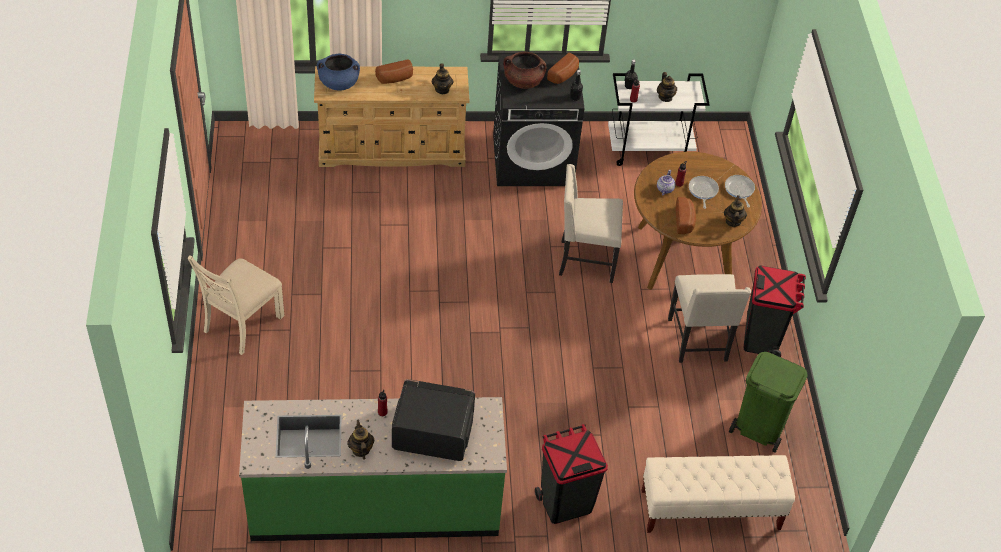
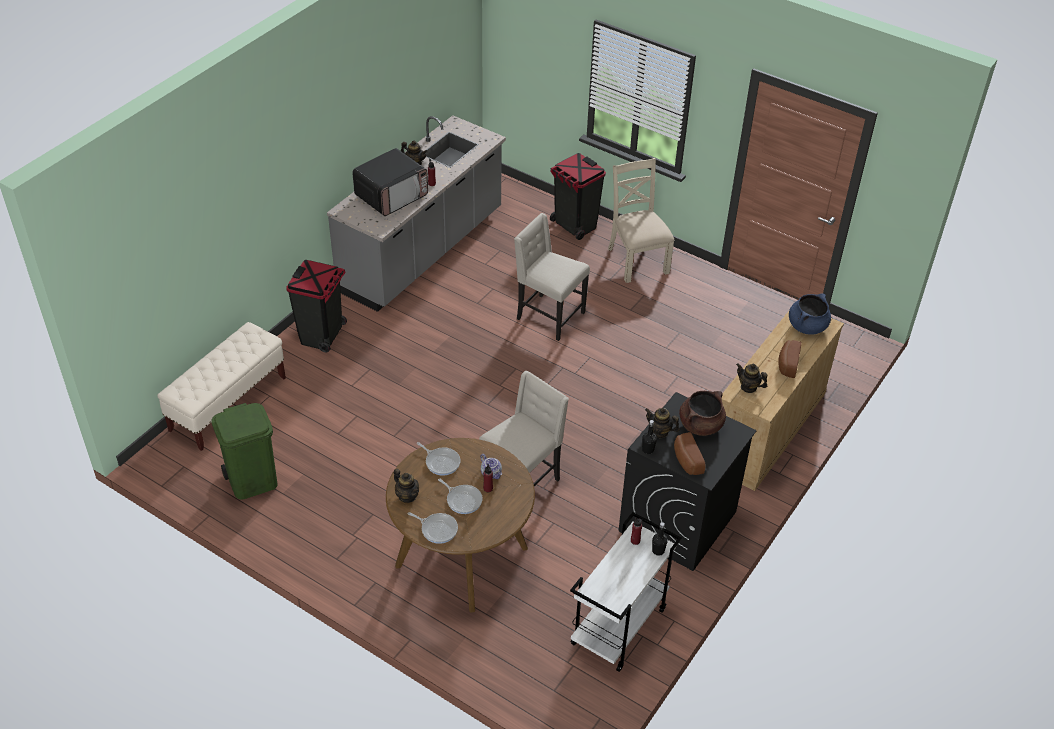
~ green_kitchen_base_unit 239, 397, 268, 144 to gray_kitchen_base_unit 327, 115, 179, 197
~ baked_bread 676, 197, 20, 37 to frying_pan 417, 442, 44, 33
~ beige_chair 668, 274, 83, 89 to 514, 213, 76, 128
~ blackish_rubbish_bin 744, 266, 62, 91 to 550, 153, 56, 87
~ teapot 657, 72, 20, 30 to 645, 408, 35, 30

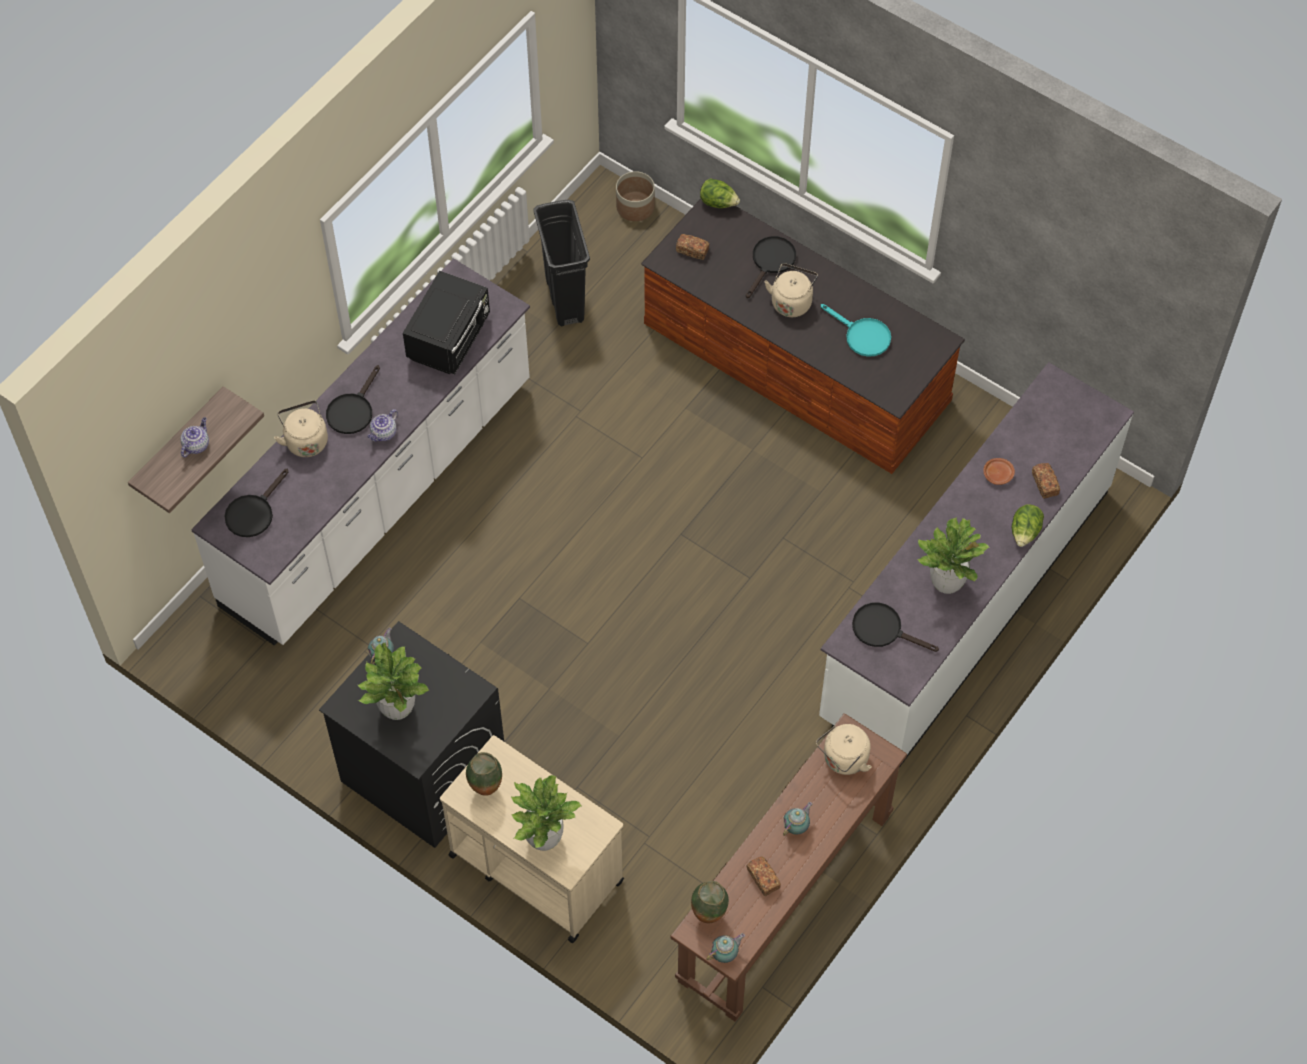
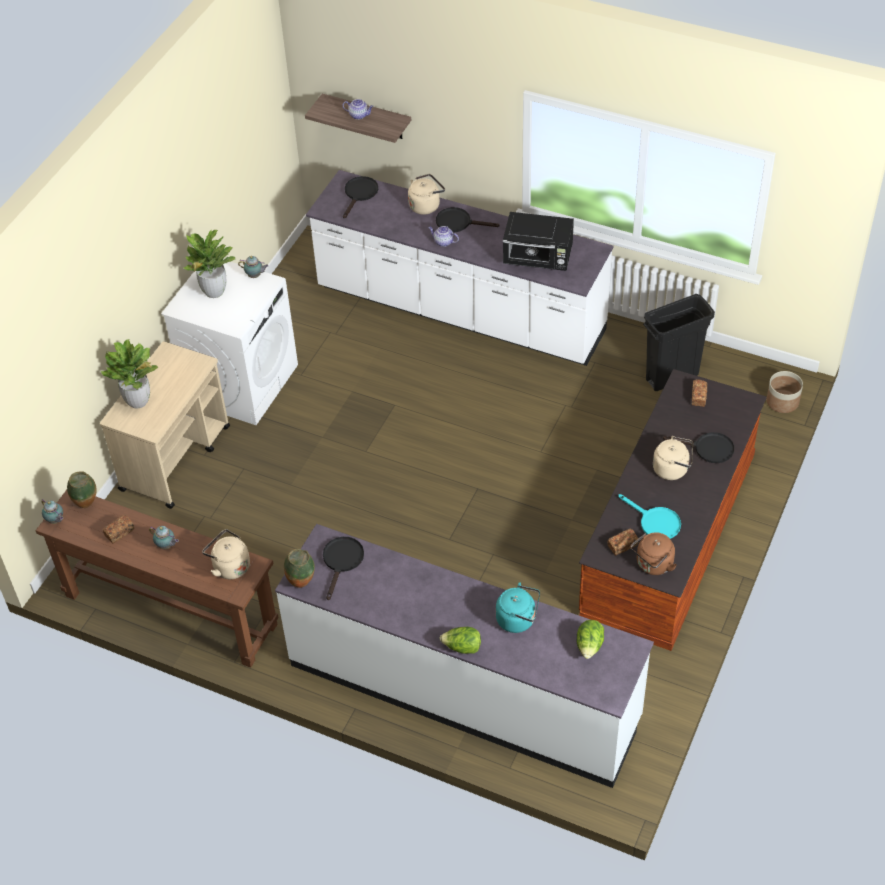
~ blackish_laundry_machine 319, 621, 185, 227 to white_laundry_machine 161, 259, 137, 166
~ decorative_vase 466, 752, 36, 44 to 284, 549, 31, 39
~ blackish_frying_pan 224, 469, 65, 68 = 343, 176, 35, 42 90 degrees clockwise
~ brownish_dinner_plate 984, 458, 31, 27 to turquoise_kettle 496, 583, 44, 50
~ lettuce_head 700, 178, 40, 30 to 576, 620, 28, 39
~ baked_bread 1032, 463, 28, 36 to 607, 529, 32, 27
~ turquoise_frying_pan 821, 304, 70, 53 = 618, 494, 63, 45 75 degrees counterclockwise
+ brownish_kettle 631, 532, 46, 43
- plant_in_a_pot 917, 517, 73, 77

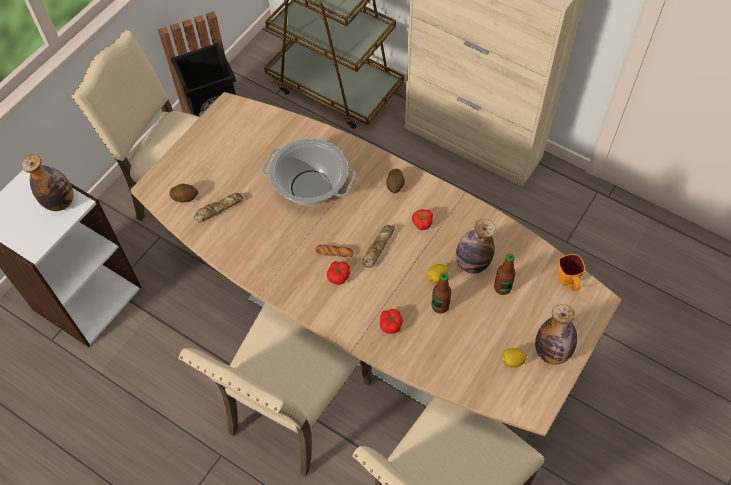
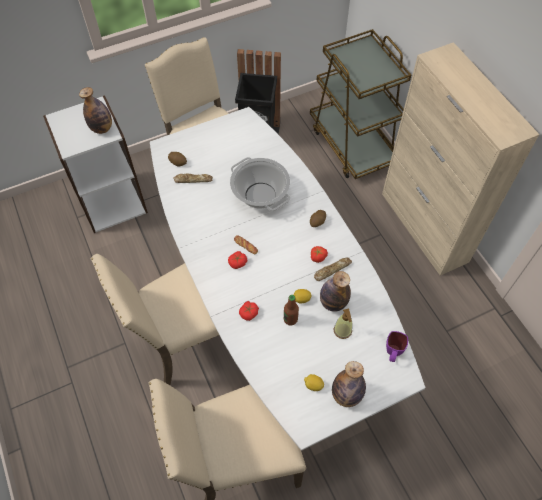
~ brownish_dinner_table 131, 92, 491, 344 to white_dinner_table 150, 107, 276, 344
~ baked_bread 362, 225, 33, 43 to 314, 258, 38, 23
~ bottle 494, 254, 22, 41 to liquid_soap_bottle 334, 308, 19, 31
~ orange_mug 558, 254, 27, 37 to purple_mug 386, 331, 22, 31

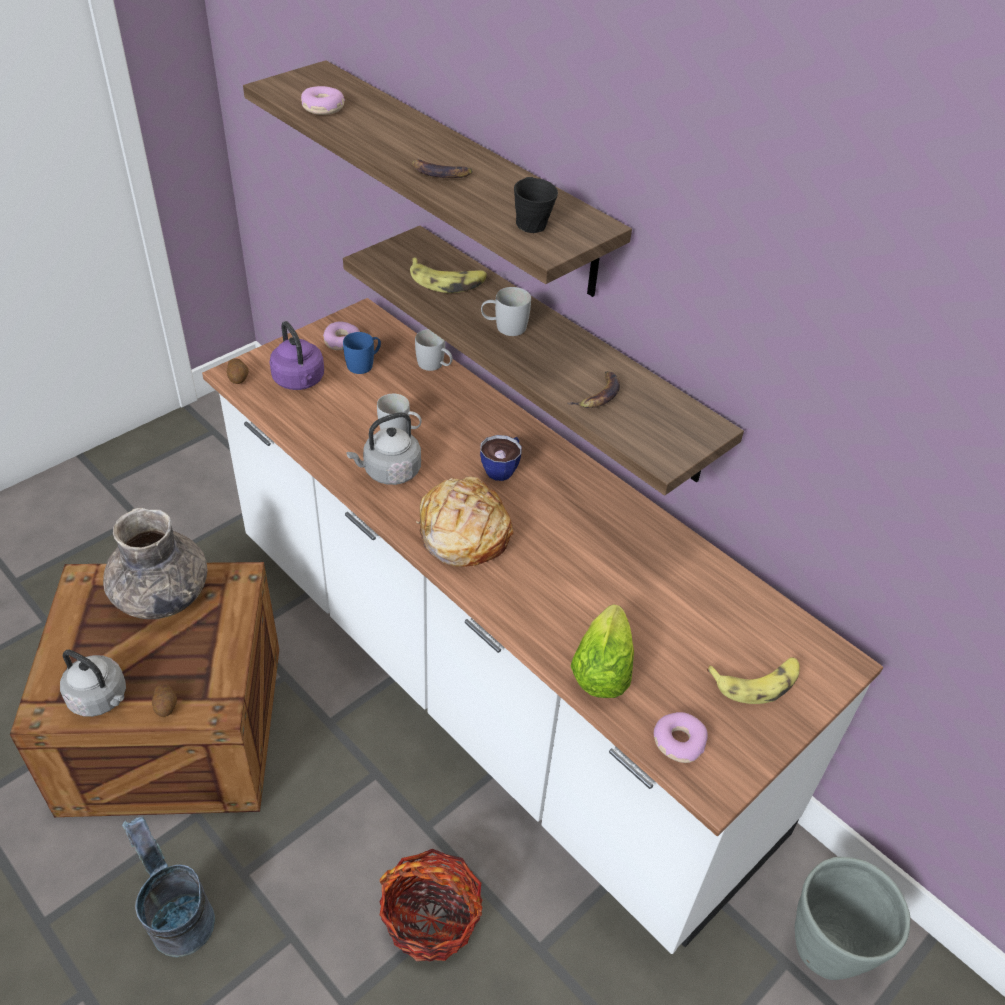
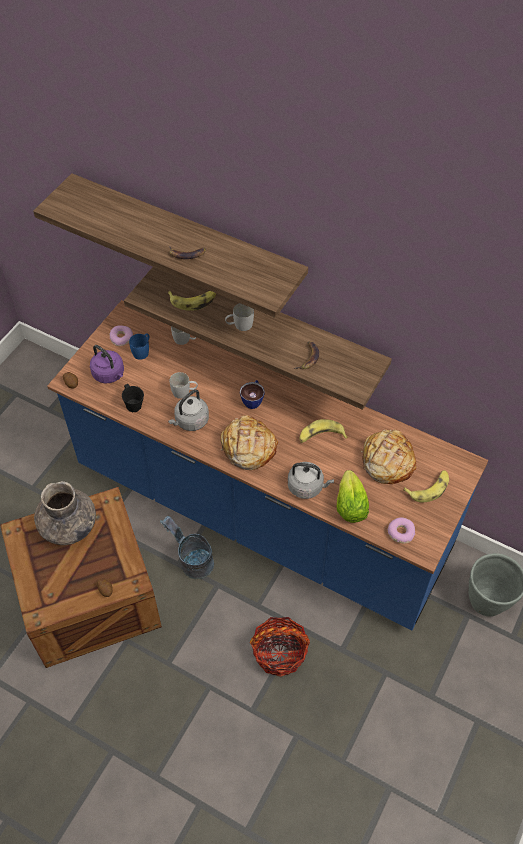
~ white_kitchen_base_unit 202, 298, 681, 656 to blue-coloured_kitchen_base_unit 47, 300, 441, 330
~ blackish_mug 514, 177, 44, 56 to 122, 384, 22, 28
~ gray_bucket 122, 816, 93, 141 to 160, 516, 54, 63
~ gray_kettle 60, 650, 66, 67 to 288, 462, 46, 37
+ whole_banana 299, 419, 49, 24
+ baked_bread 361, 429, 55, 55
- doughnut 301, 86, 44, 29

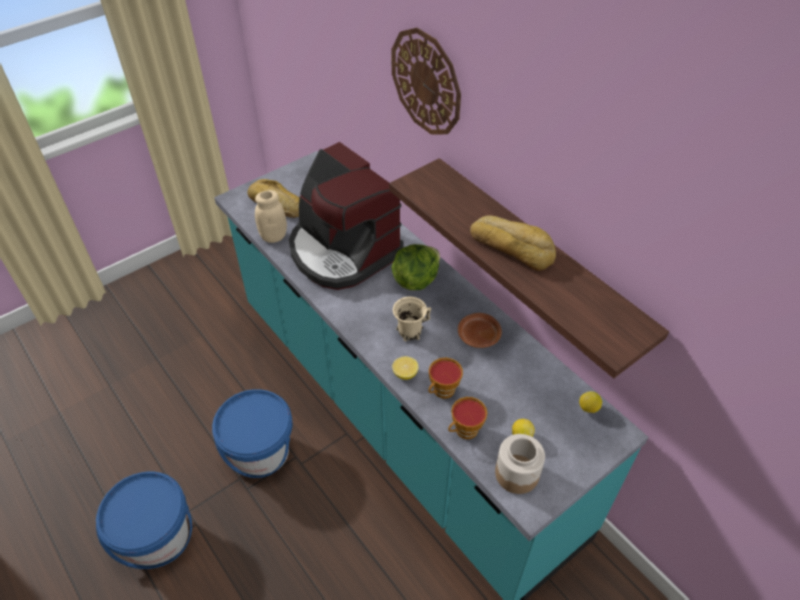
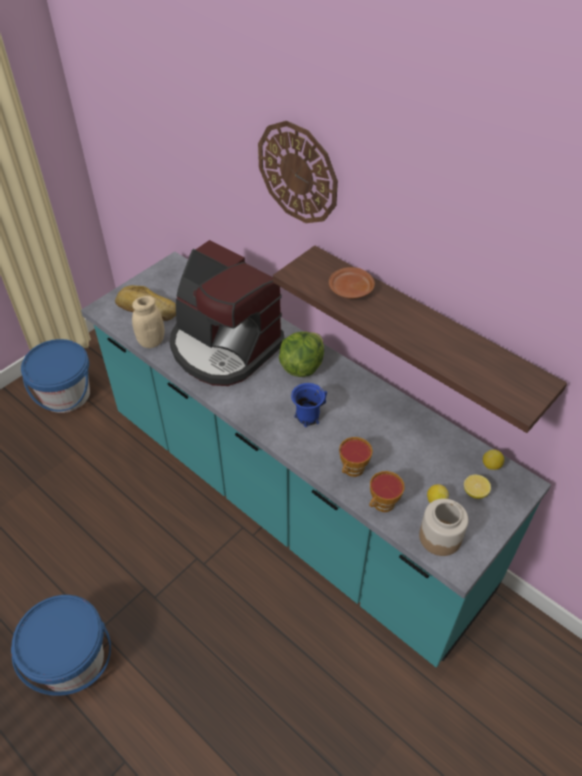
~ blue-coloured_bucket 212, 389, 81, 89 to 21, 339, 69, 74
~ beige_mug 393, 297, 38, 44 to blue-coloured_mug 291, 383, 36, 44
~ brownish_dinner_plate 458, 313, 44, 35 to 329, 267, 46, 32
~ whole_lemon 392, 356, 27, 24 to 464, 475, 27, 24
- baked_bread 470, 215, 86, 56

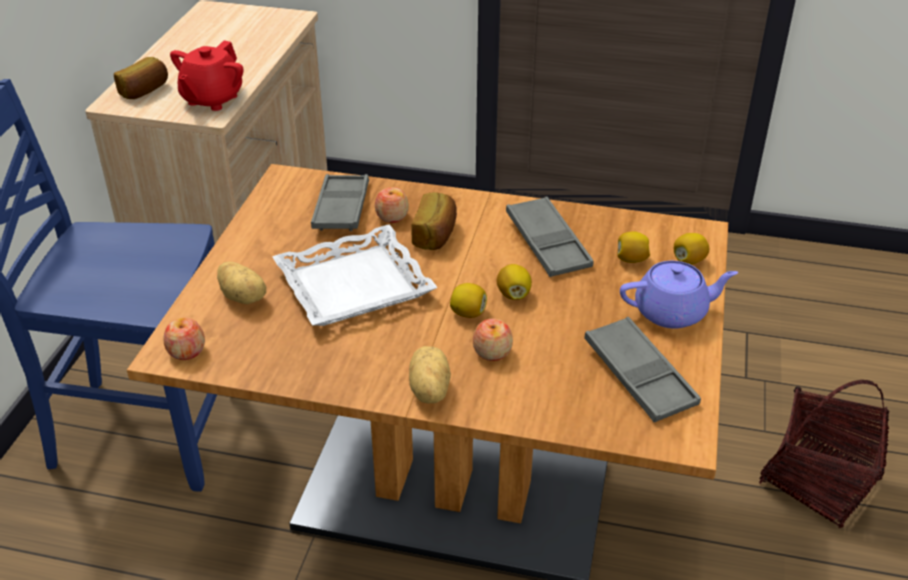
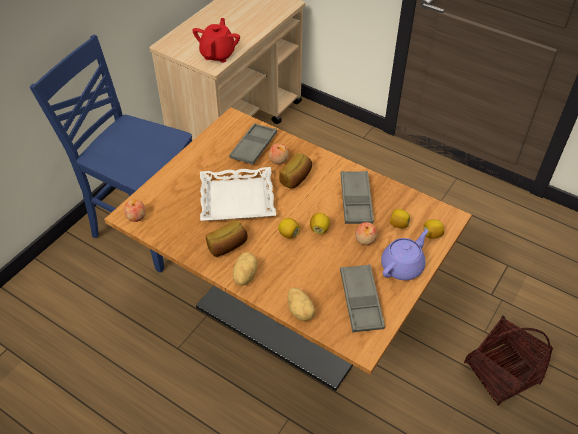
~ red_teapot 170, 40, 73, 71 = 192, 18, 48, 45 150 degrees clockwise
~ baked_bread 114, 57, 54, 42 to 206, 220, 42, 37
~ spud 217, 262, 49, 42 to 288, 287, 27, 34
~ apple 473, 319, 40, 42 to 355, 222, 22, 23
~ purple_teapot 620, 261, 118, 68 = 381, 229, 47, 51 60 degrees counterclockwise

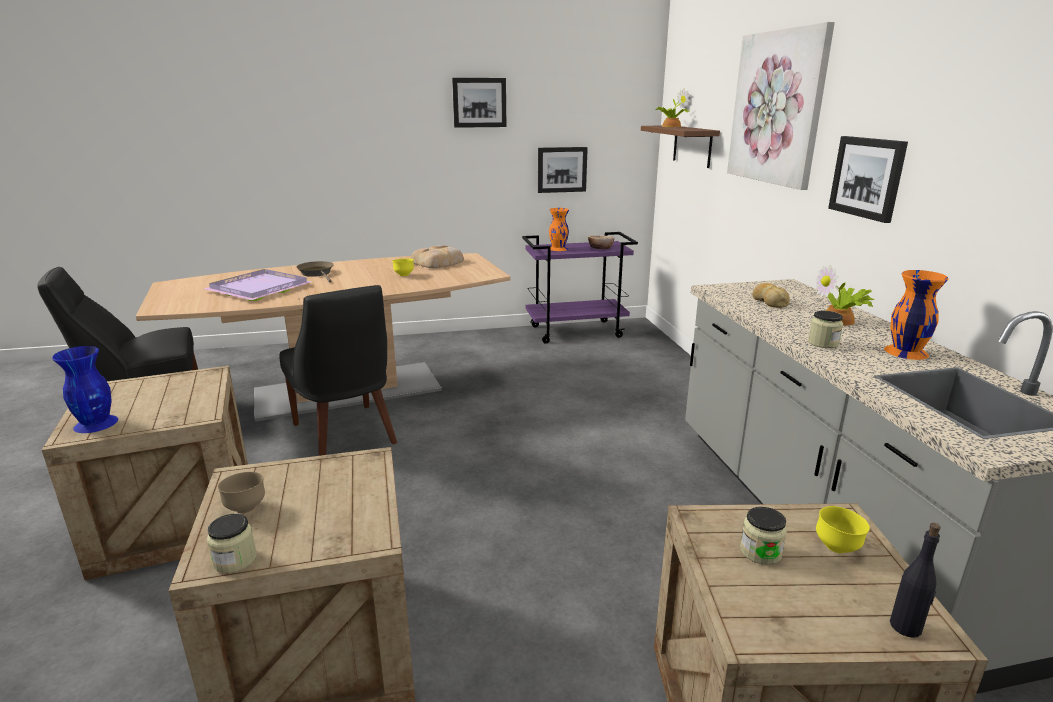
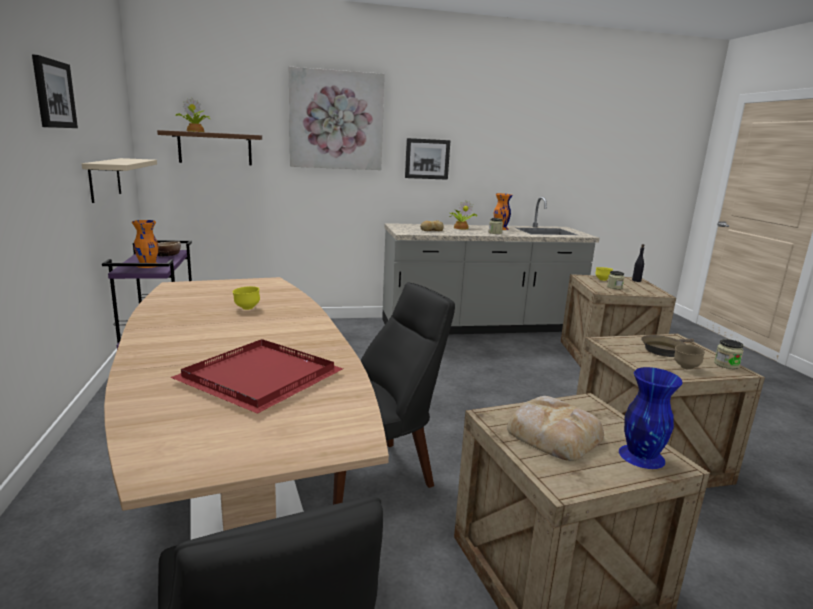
~ wall_picture 538, 147, 50, 46 to beige_wall_shelf 82, 158, 75, 45
~ purple_carrying_tray 204, 269, 109, 32 to red_carrying_tray 170, 339, 173, 75
~ baked_bread 411, 245, 53, 23 to 507, 396, 97, 65
~ brownish_frying_pan 297, 261, 37, 21 to 641, 335, 53, 22

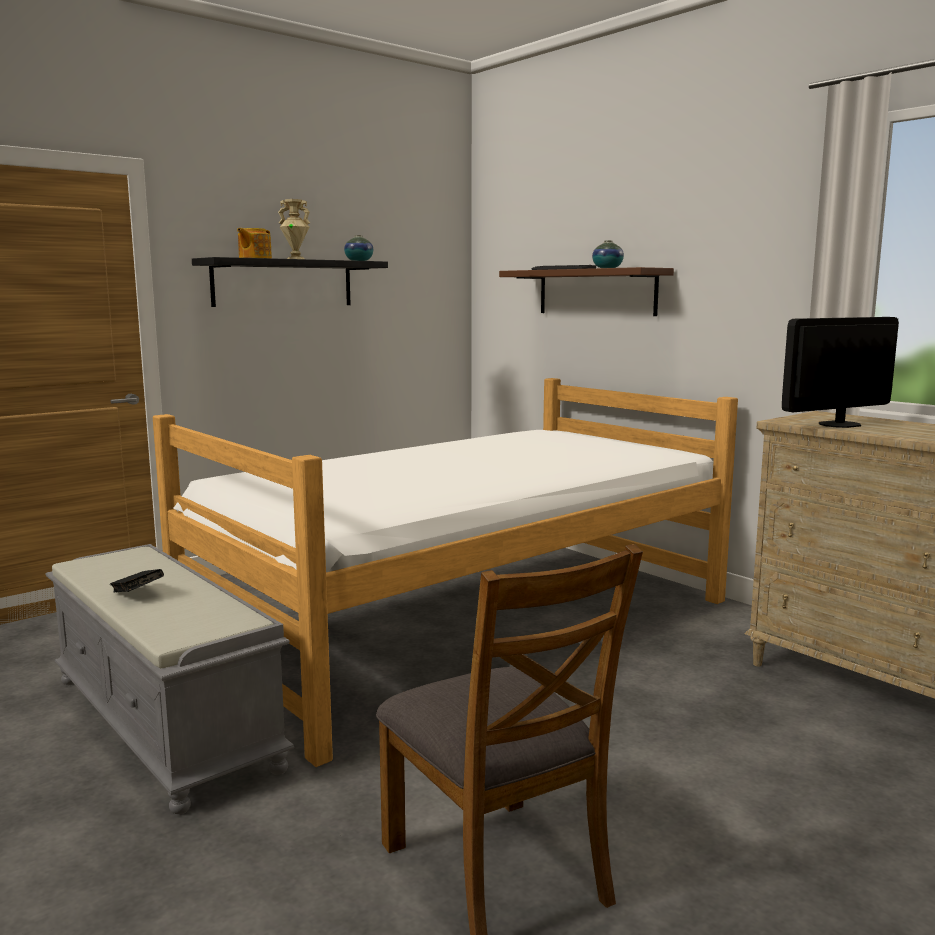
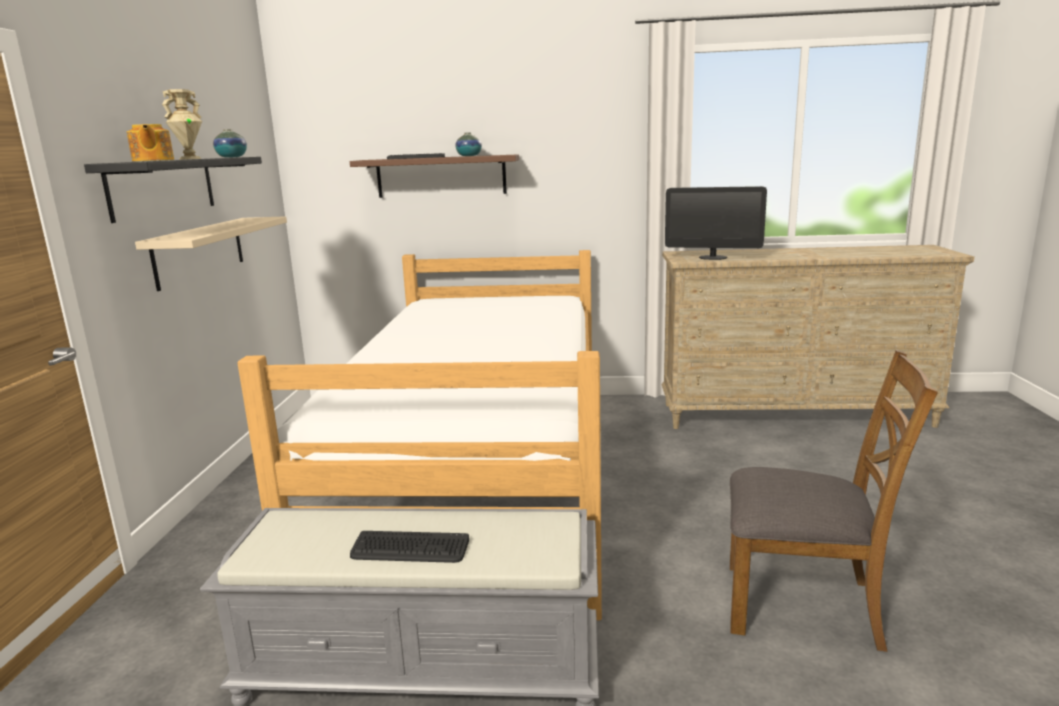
+ beige_wall_shelf 135, 216, 152, 75
~ blackish_bound_book 110, 569, 54, 23 to PC_keyboard 350, 531, 119, 32
~ computer_screen 782, 317, 117, 111 = 665, 186, 102, 74 90 degrees counterclockwise

